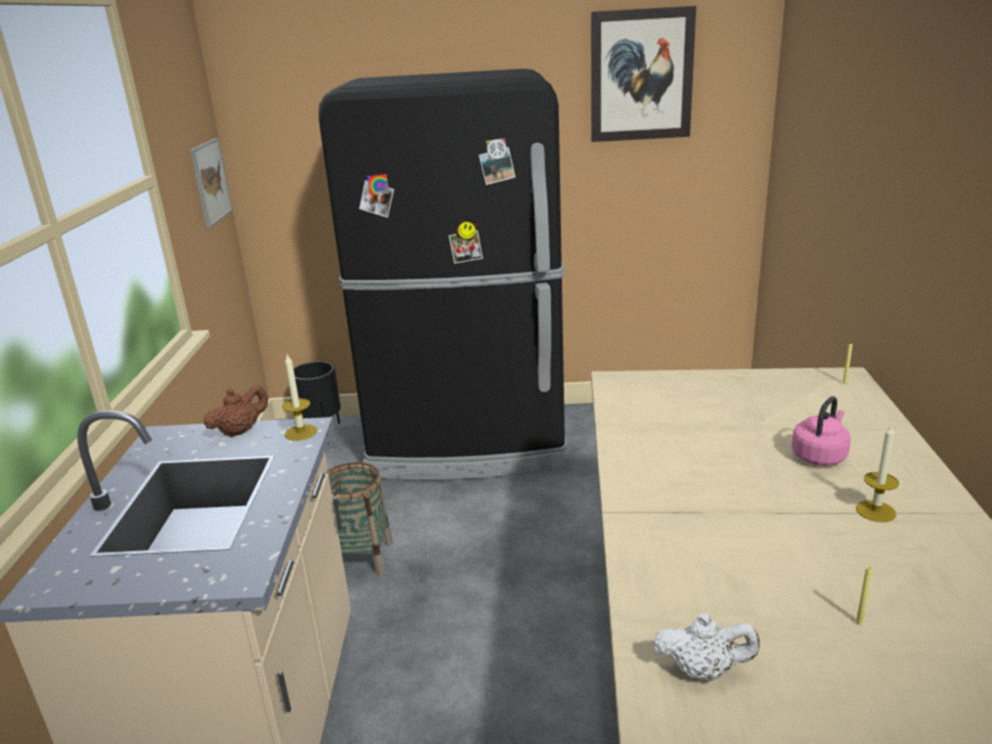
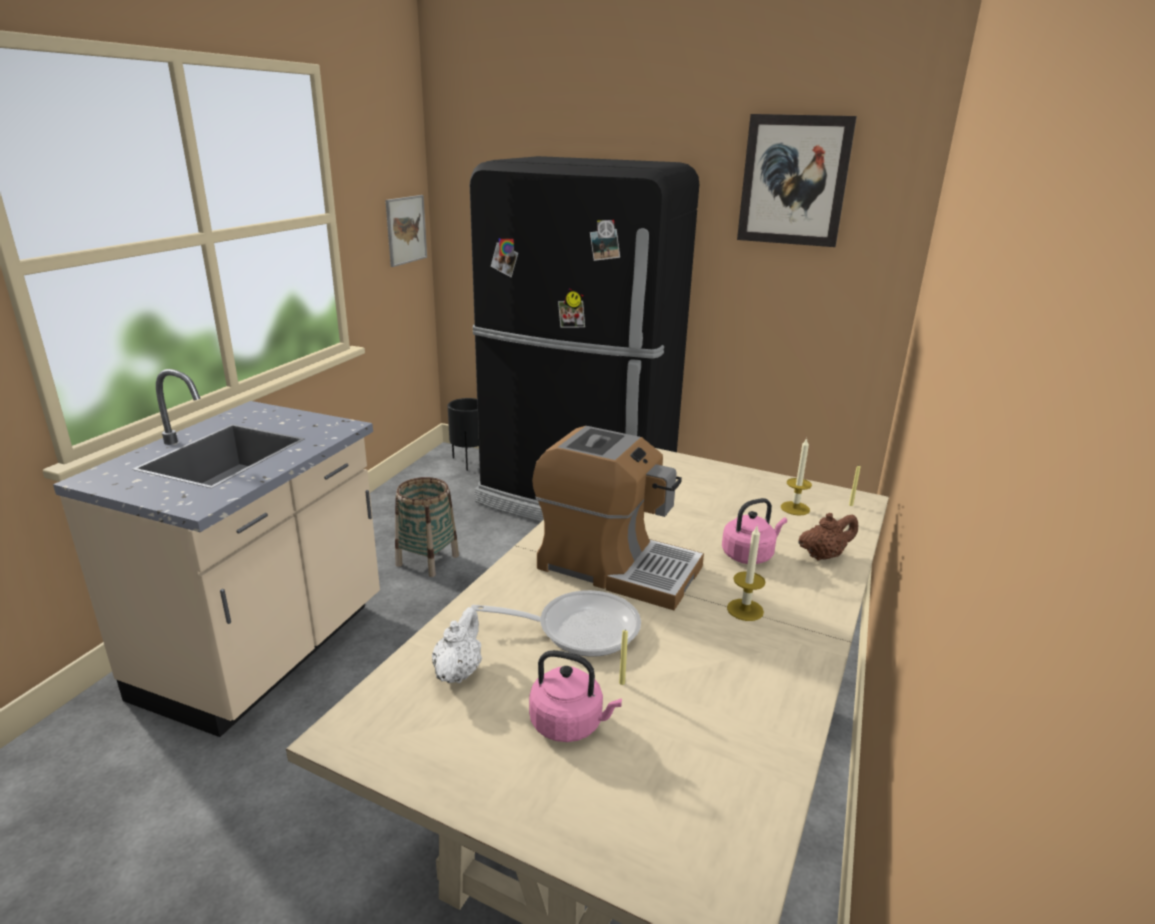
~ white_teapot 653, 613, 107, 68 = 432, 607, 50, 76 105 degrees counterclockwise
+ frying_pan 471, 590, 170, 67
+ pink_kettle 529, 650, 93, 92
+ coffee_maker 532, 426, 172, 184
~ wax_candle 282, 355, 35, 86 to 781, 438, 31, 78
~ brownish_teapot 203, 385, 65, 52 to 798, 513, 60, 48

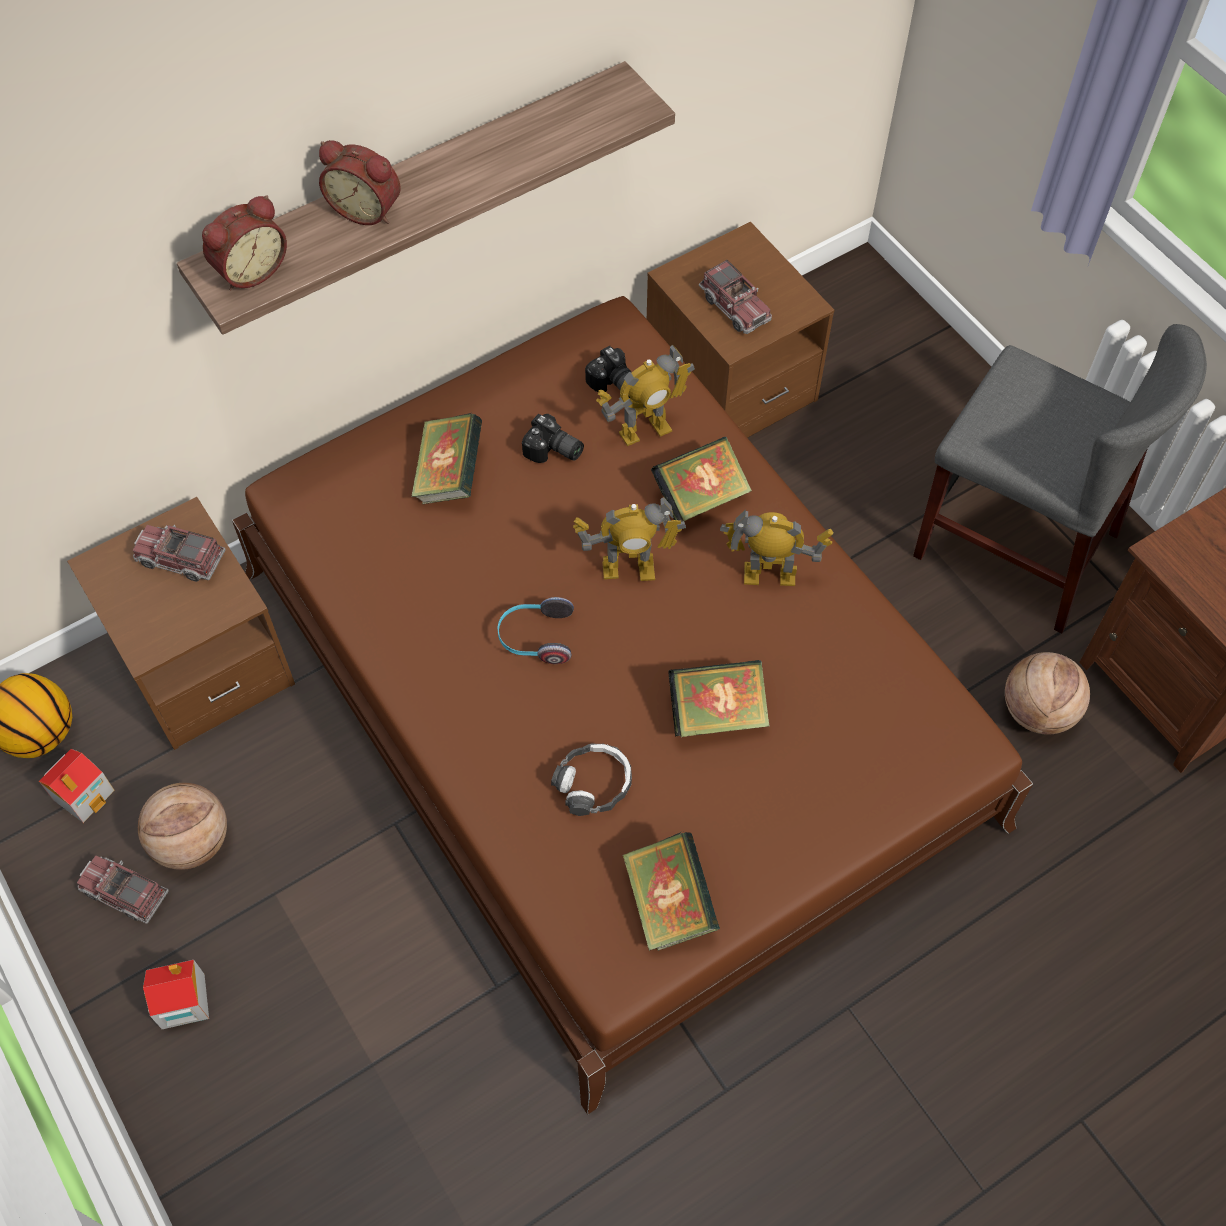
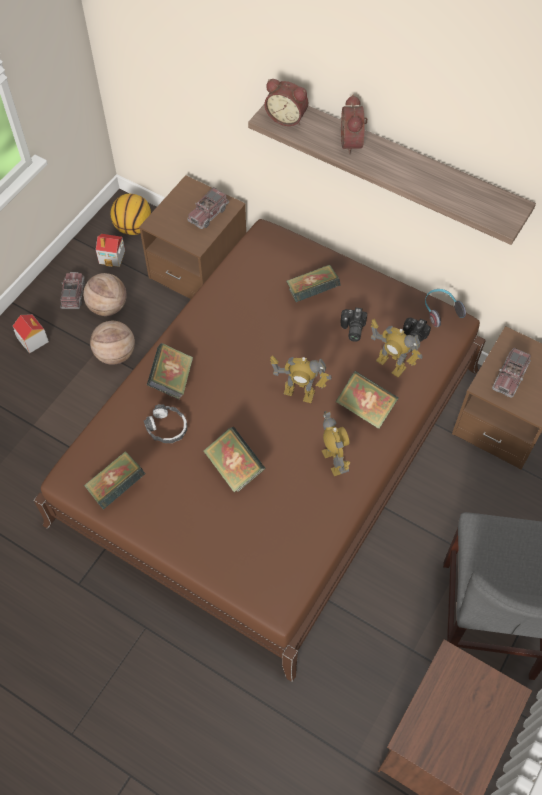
~ ball_for_basketball 1005, 652, 85, 82 to 90, 321, 45, 44
+ bound_book 147, 343, 46, 57
~ toy_lorry 133, 525, 93, 57 = 187, 187, 42, 42 135 degrees counterclockwise
~ robot_figure 573, 497, 113, 84 = 270, 355, 62, 48 45 degrees counterclockwise
~ headset 498, 597, 76, 67 to 425, 289, 41, 38

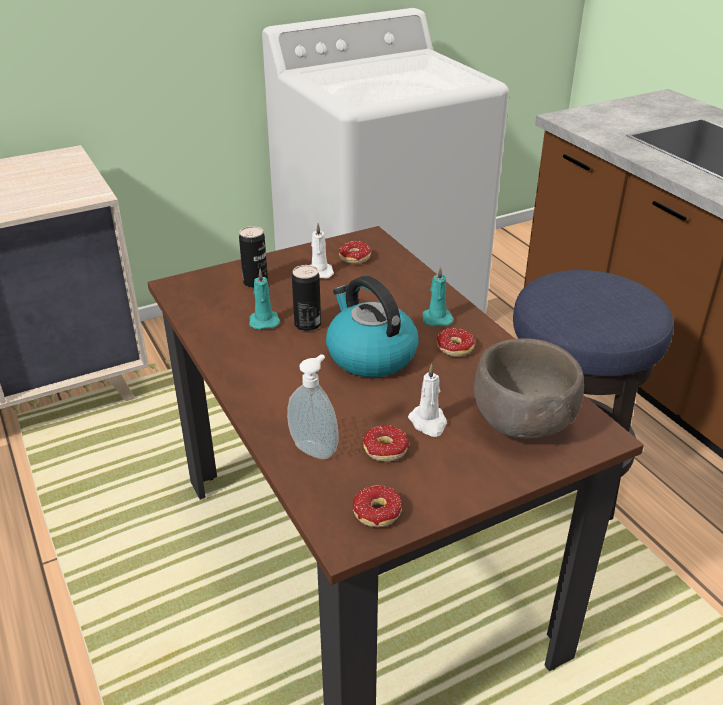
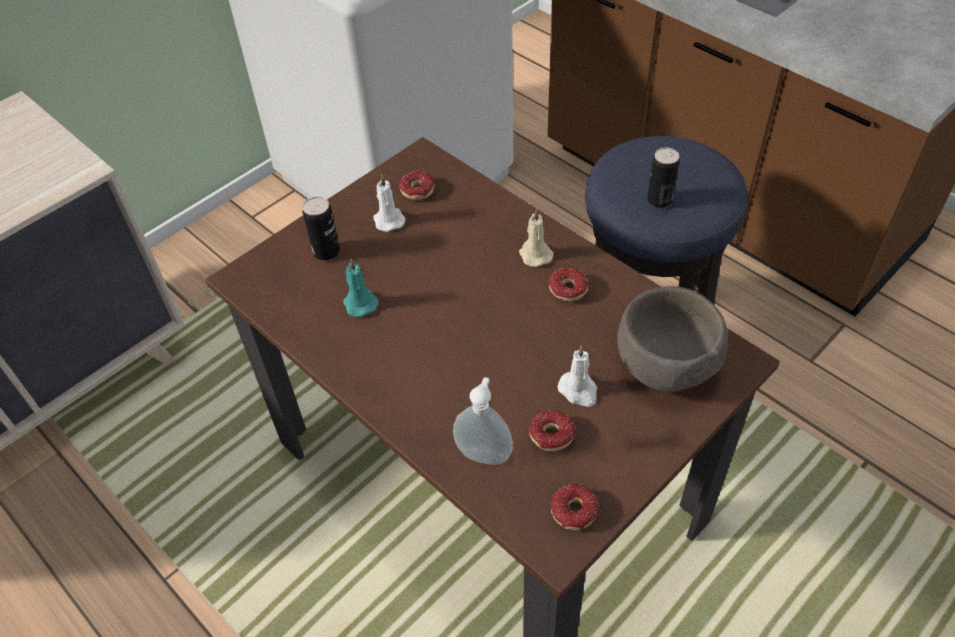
~ turquoise_wax_candle 422, 266, 32, 61 to beige_wax_candle 519, 208, 35, 59
~ metal_can 292, 265, 29, 66 to 647, 147, 33, 61
- kettle 326, 276, 92, 101

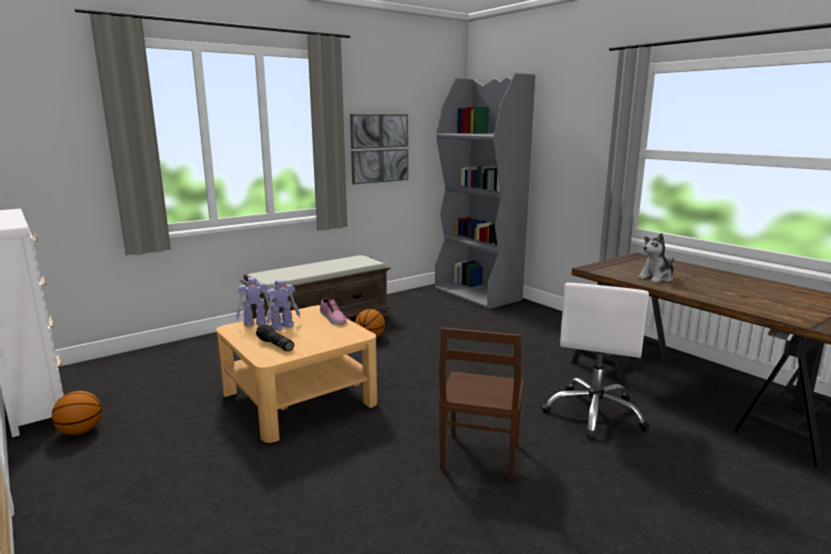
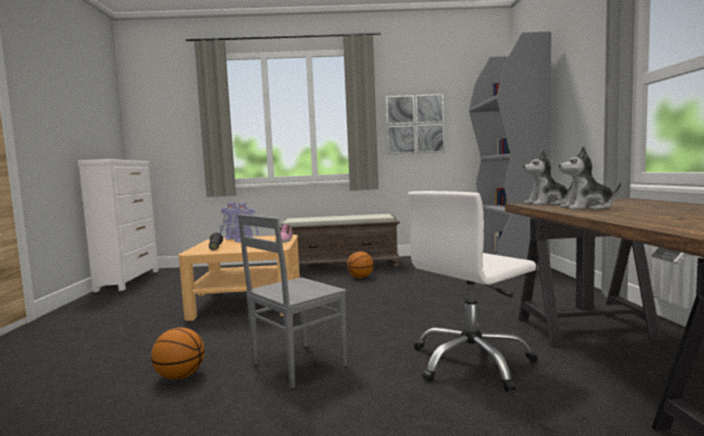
~ ball_for_basketball 52, 391, 50, 44 to 151, 327, 54, 53
~ brownish_chair 439, 327, 85, 154 to gray_chair 238, 214, 109, 174
+ cuddly_toy 523, 150, 50, 55

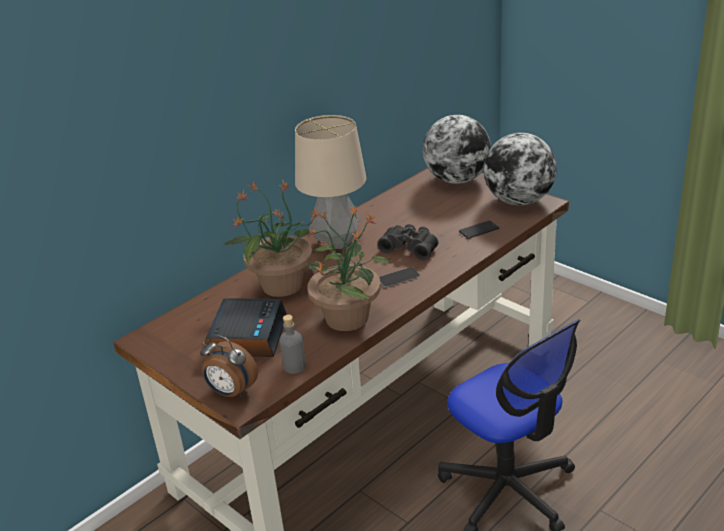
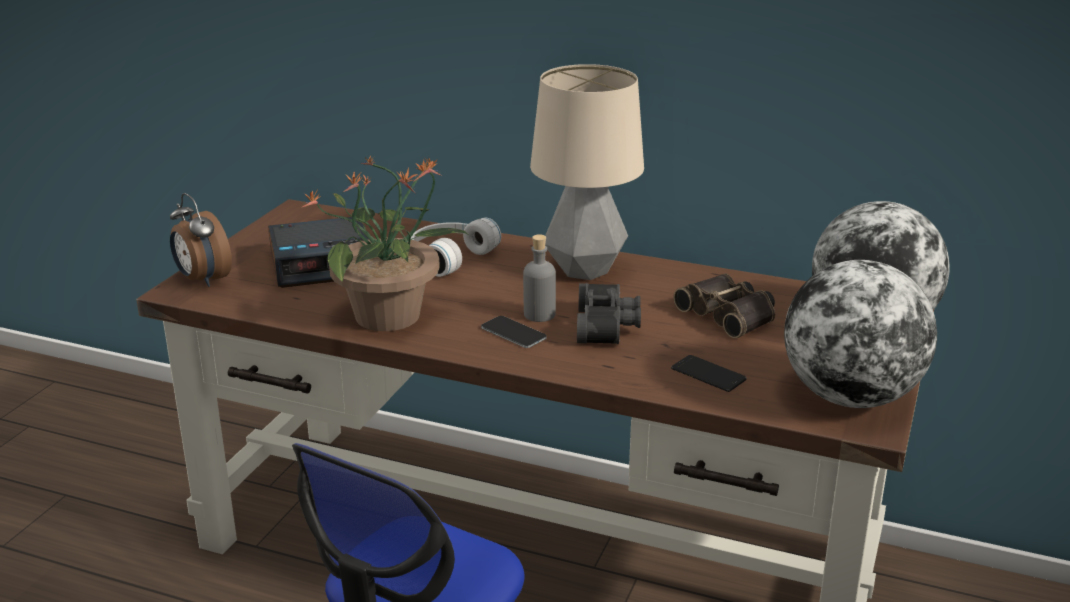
~ alarm_clock 200, 335, 58, 63 = 170, 193, 62, 94 45 degrees counterclockwise
~ plant_in_a_pot 223, 179, 97, 118 to white_headset 411, 218, 90, 59
~ gray_bottle 279, 315, 27, 59 to 523, 234, 33, 88
+ binoculars 673, 274, 102, 64

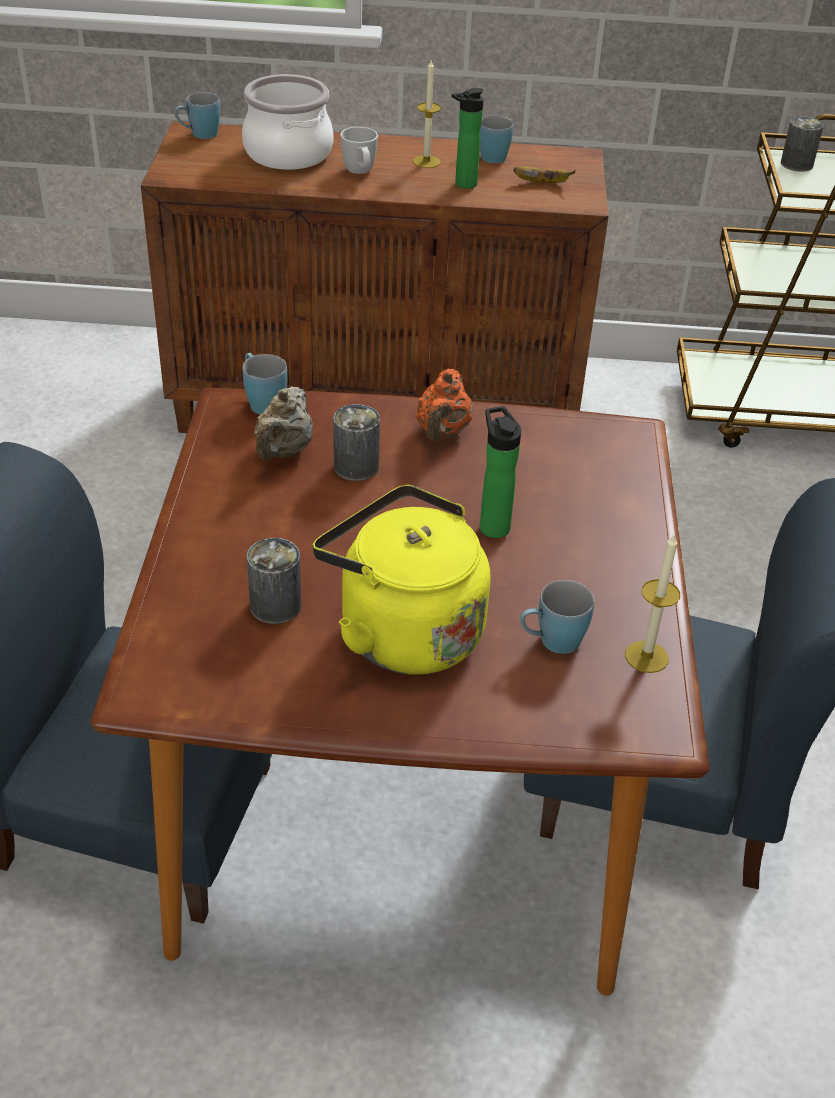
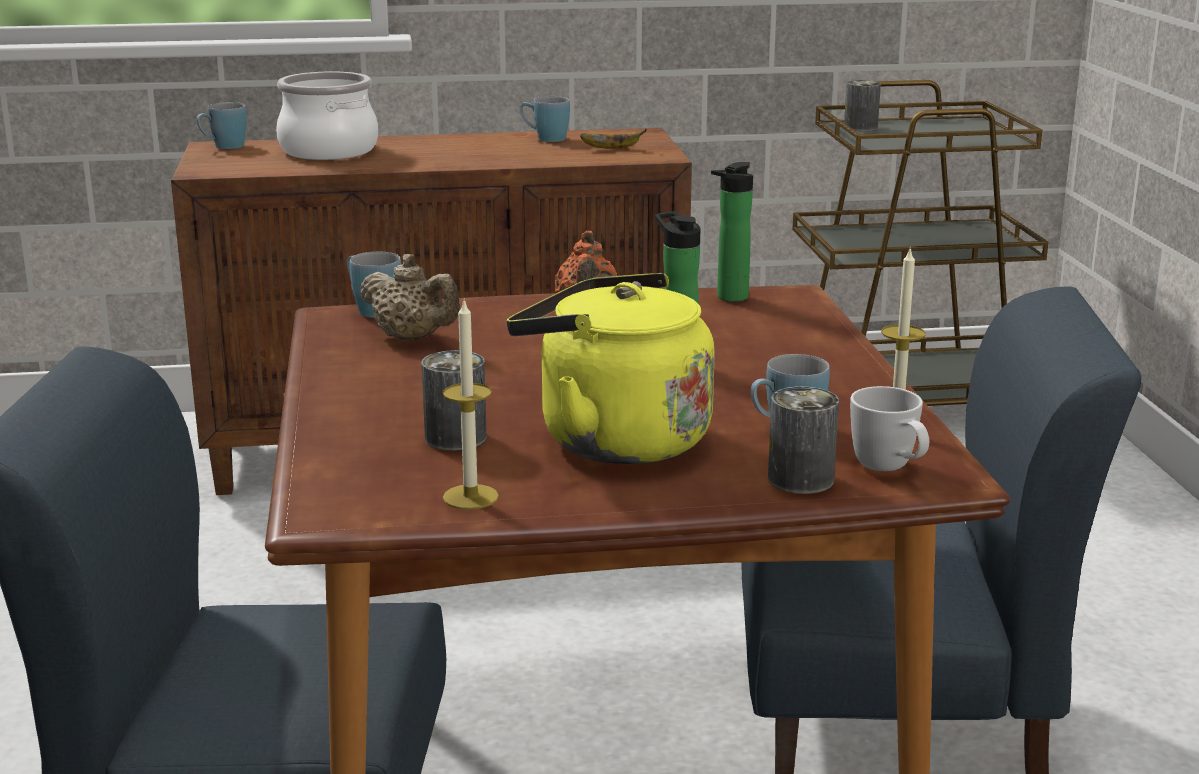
~ beige_teapot 254, 386, 59, 74 = 359, 254, 101, 87 60 degrees counterclockwise
~ wax_candle 413, 60, 28, 108 to 443, 298, 56, 212
~ bottle 452, 88, 32, 101 to 711, 162, 42, 140
~ metal_can 333, 404, 47, 77 to 768, 386, 71, 108
~ white_mug 340, 127, 38, 47 to 850, 386, 79, 85

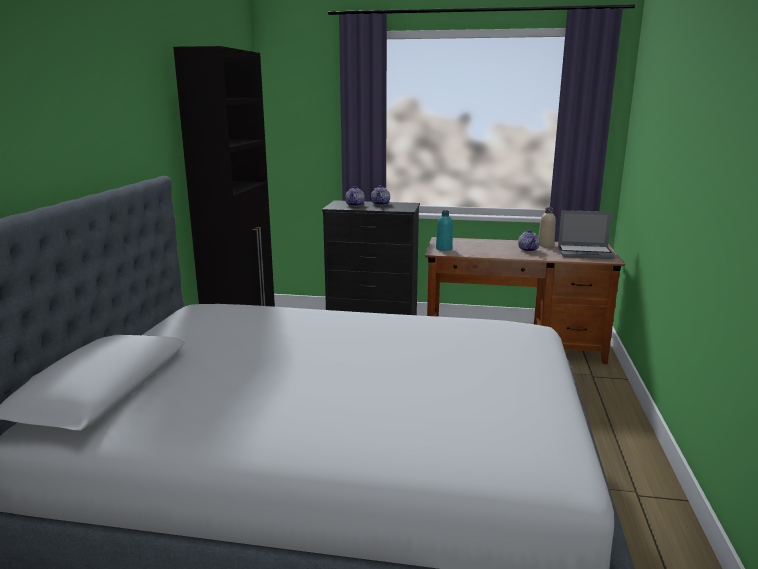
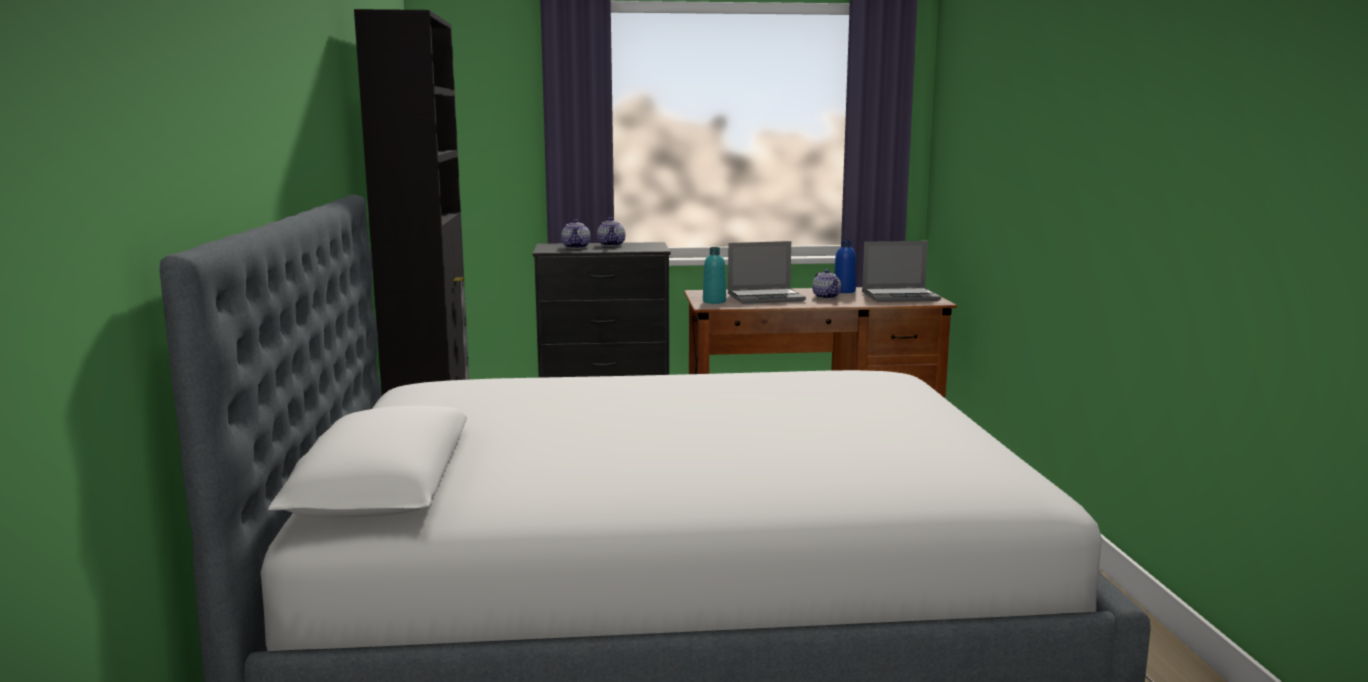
+ notebook_computer 728, 241, 78, 63
~ beige_bottle 539, 208, 17, 39 to blue-coloured_bottle 834, 240, 22, 53

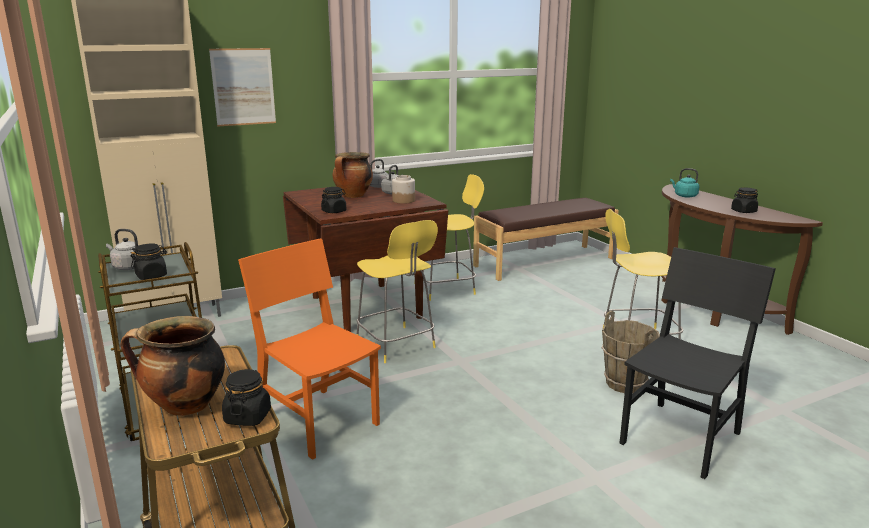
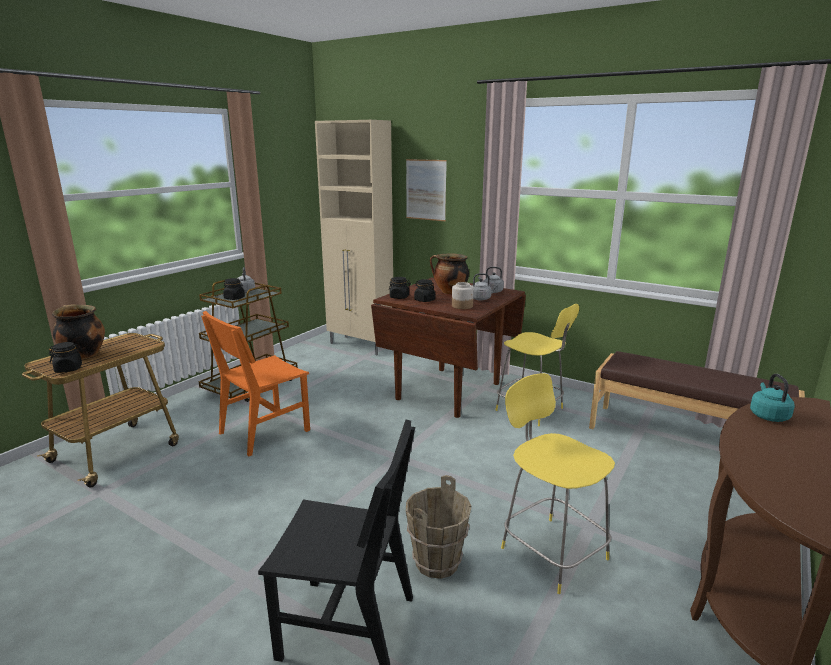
~ orange_chair 238, 239, 143, 221 = 201, 311, 109, 145 150 degrees counterclockwise
~ blackish_preserve_jar 731, 187, 27, 26 to 414, 279, 21, 23
- yellowish_stool 356, 220, 82, 143

